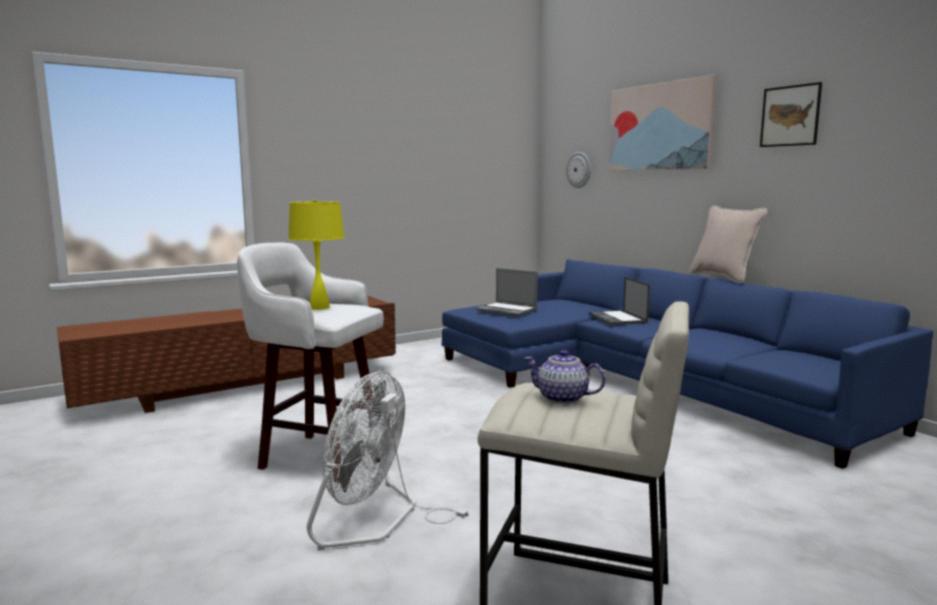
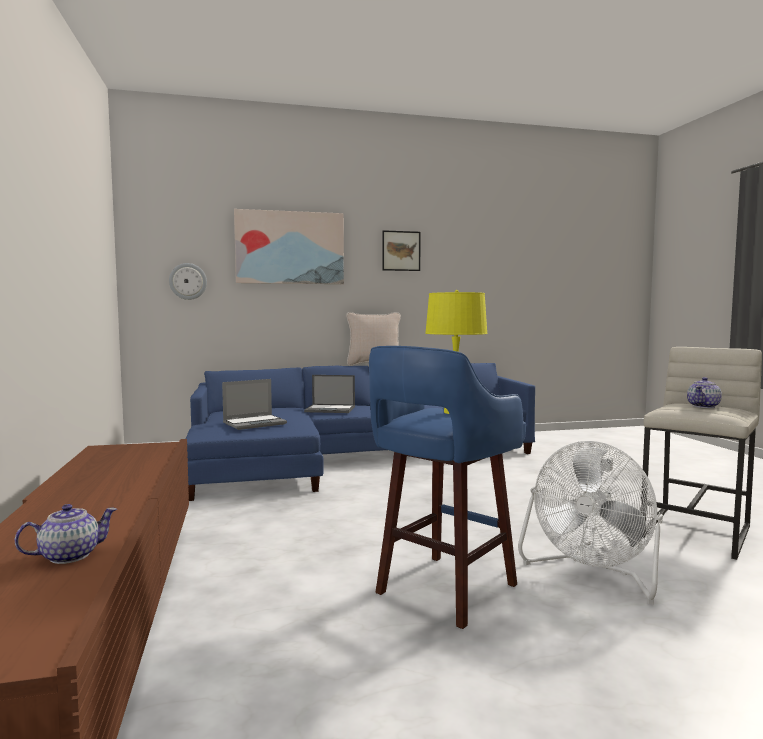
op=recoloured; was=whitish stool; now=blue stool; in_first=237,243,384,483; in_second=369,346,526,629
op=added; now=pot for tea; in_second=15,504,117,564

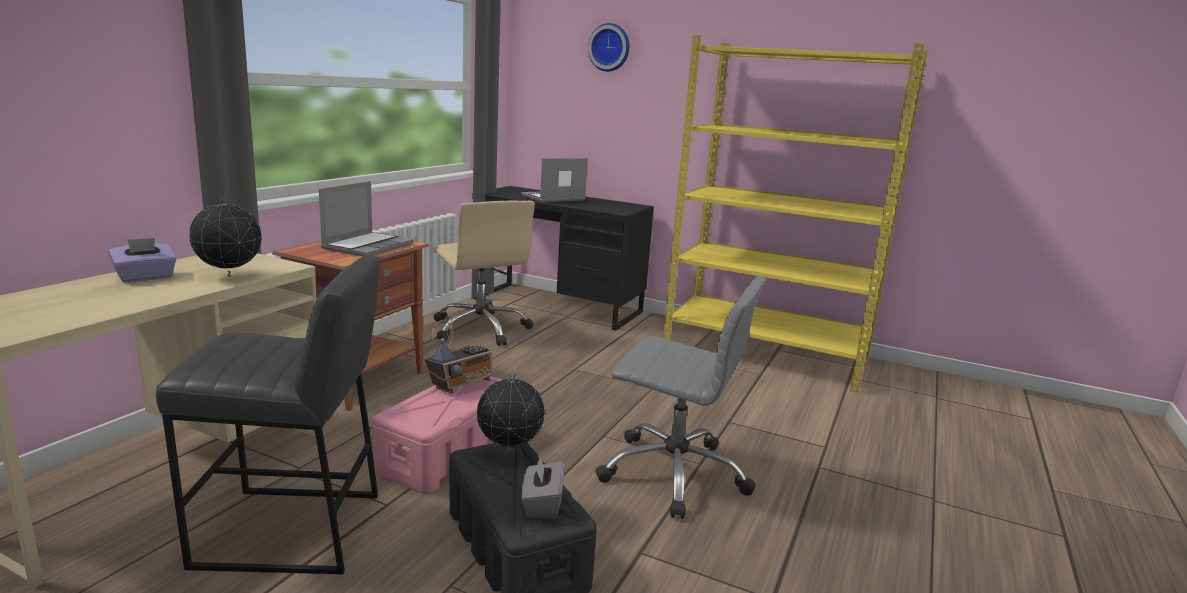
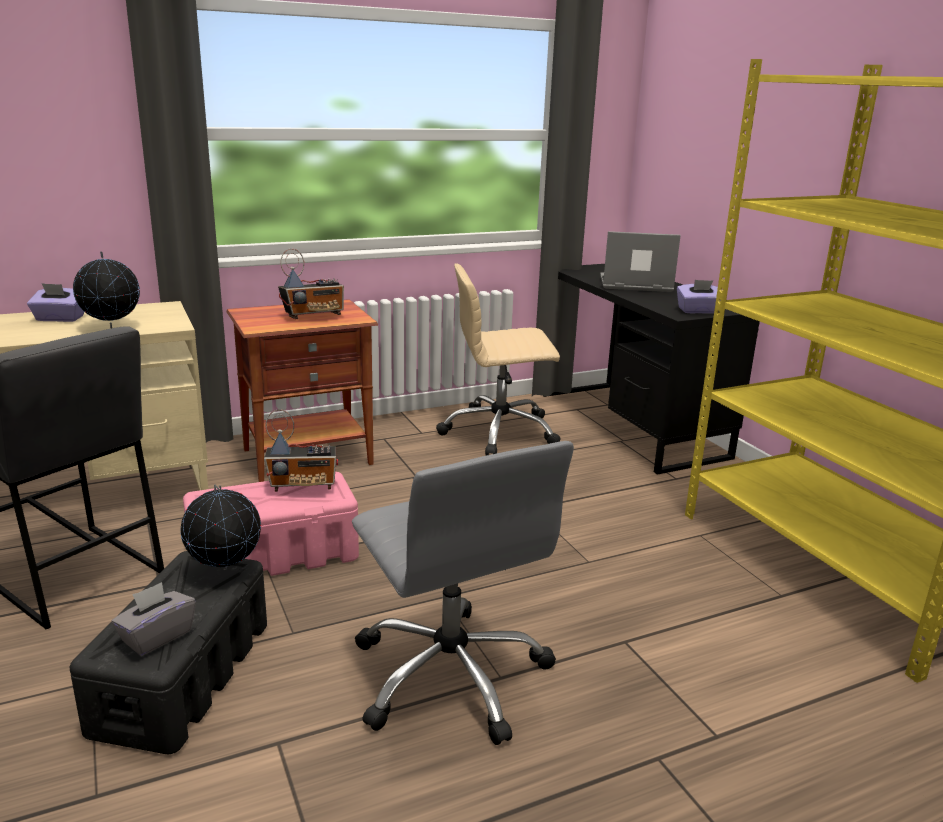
op=removed; was=wall clock; in_first=588,23,630,72
op=replaced; was=laptop; now=radio; in_first=319,181,414,256; in_second=278,249,344,319
op=turned; was=beige-coloured computer chair; in_first=434,201,535,346; in_second=436,263,561,456; clockwise=75
op=added; now=purple tissue holder; in_second=677,280,721,314

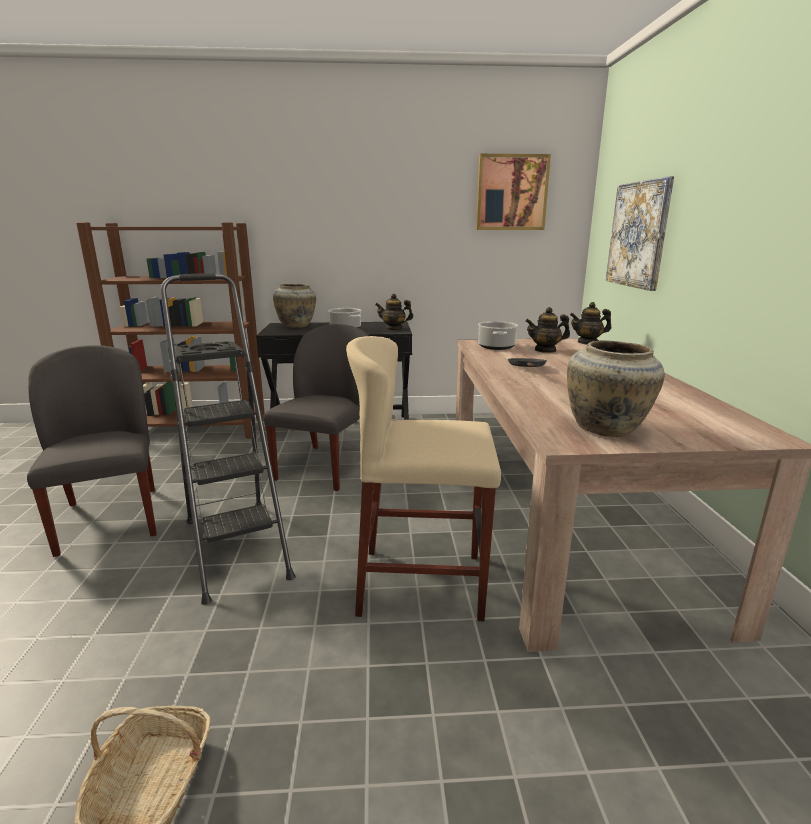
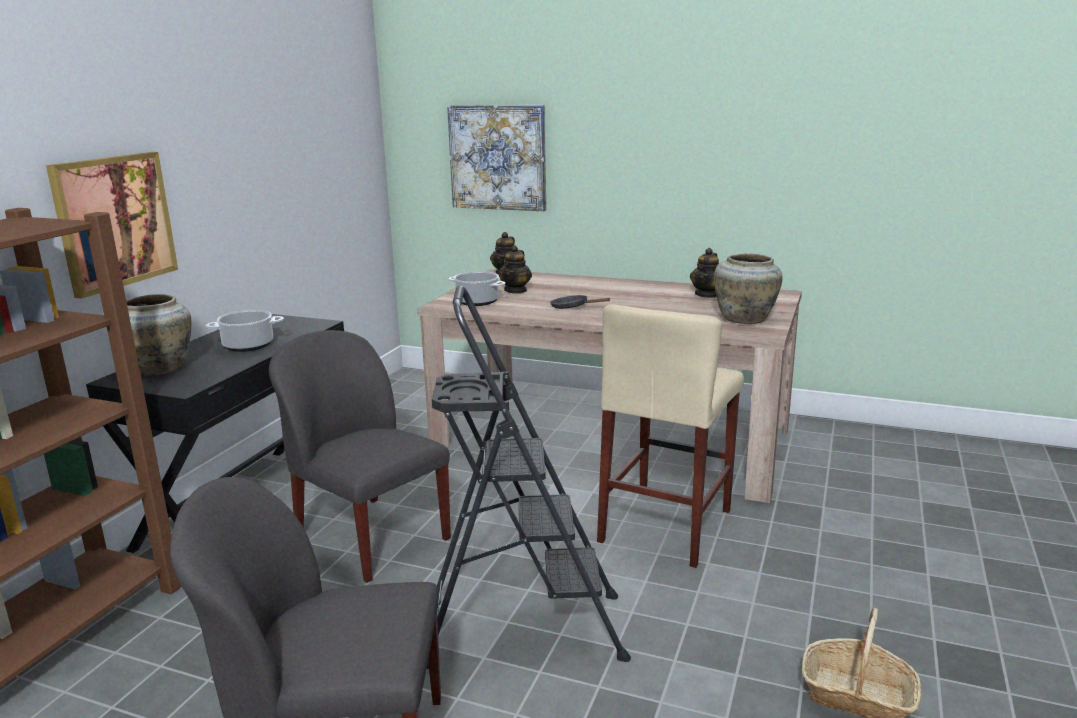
op=moved; was=picture; in_first=476,154,551,230; in_second=46,152,178,299
op=moved; was=pot for tea; in_first=375,294,413,331; in_second=690,248,719,298

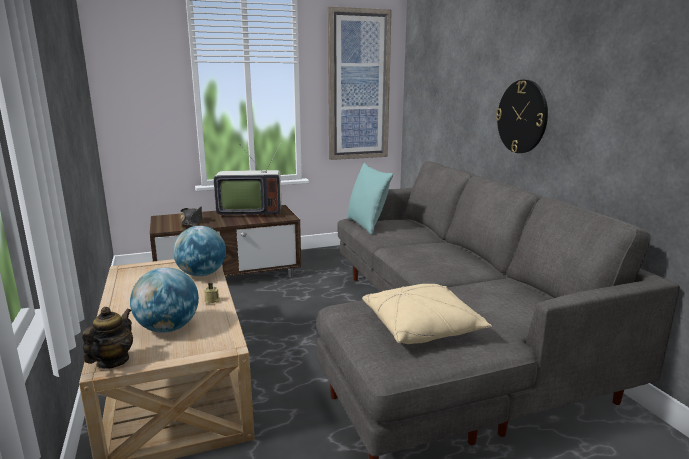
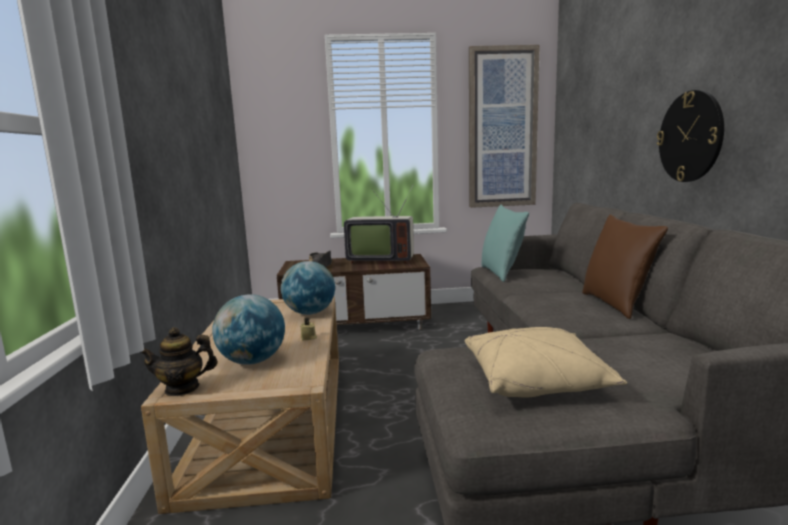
op=turned; was=pot for tea; in_first=82,307,133,369; in_second=141,327,218,396; clockwise=-135
op=added; now=brownish cushion; in_second=582,214,668,319

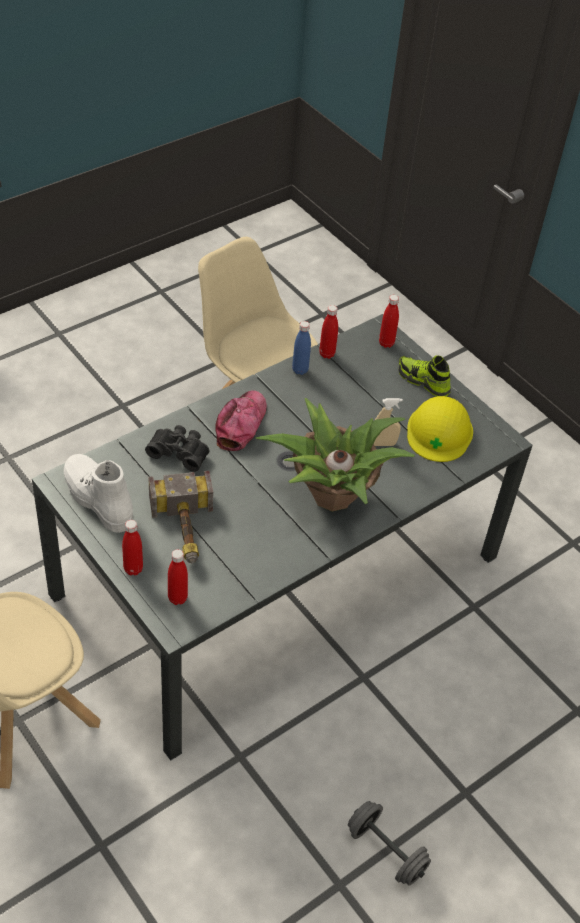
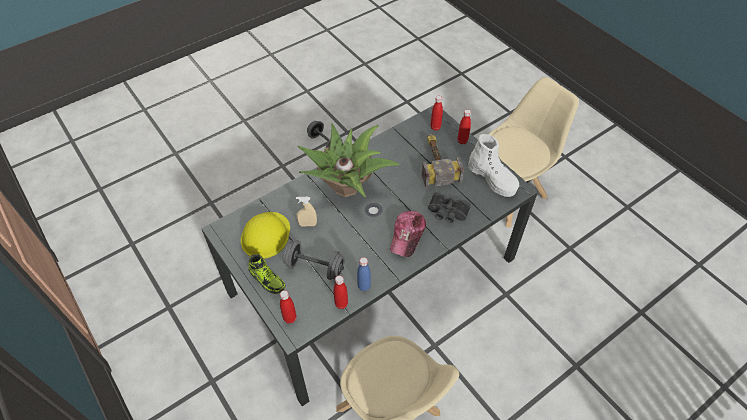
op=added; now=greyish free weight; in_second=283,240,345,280

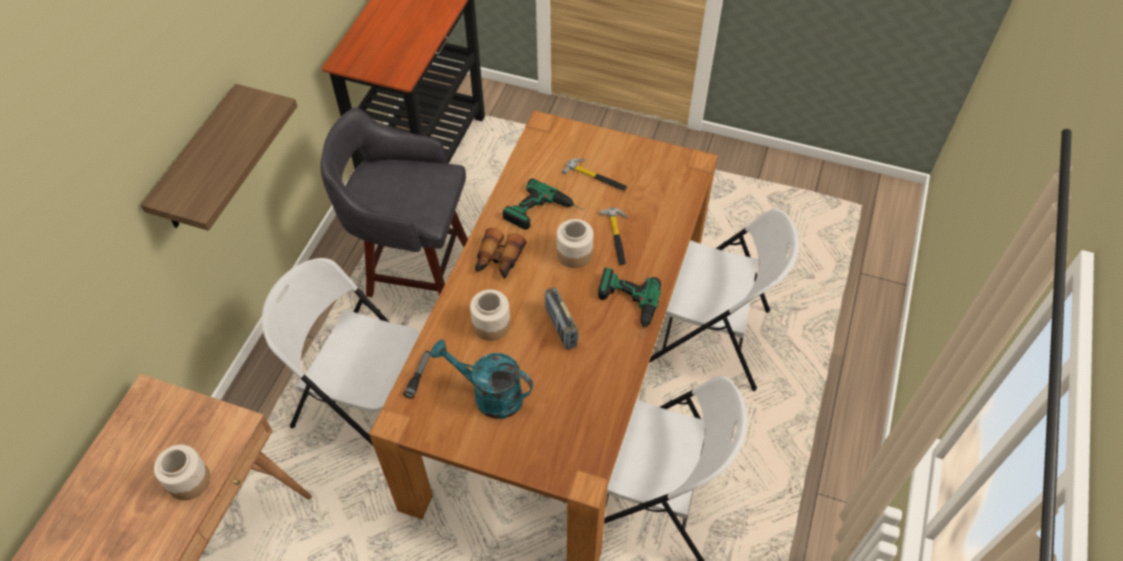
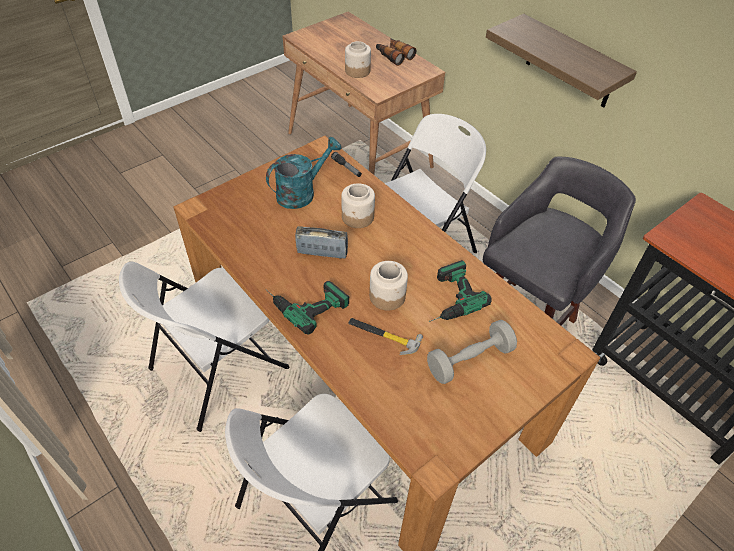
op=replaced; was=hand hammer; now=greyish free weight; in_first=562,158,627,191; in_second=427,320,517,384
op=moved; was=pair of binoculars; in_first=475,228,526,279; in_second=376,39,416,66

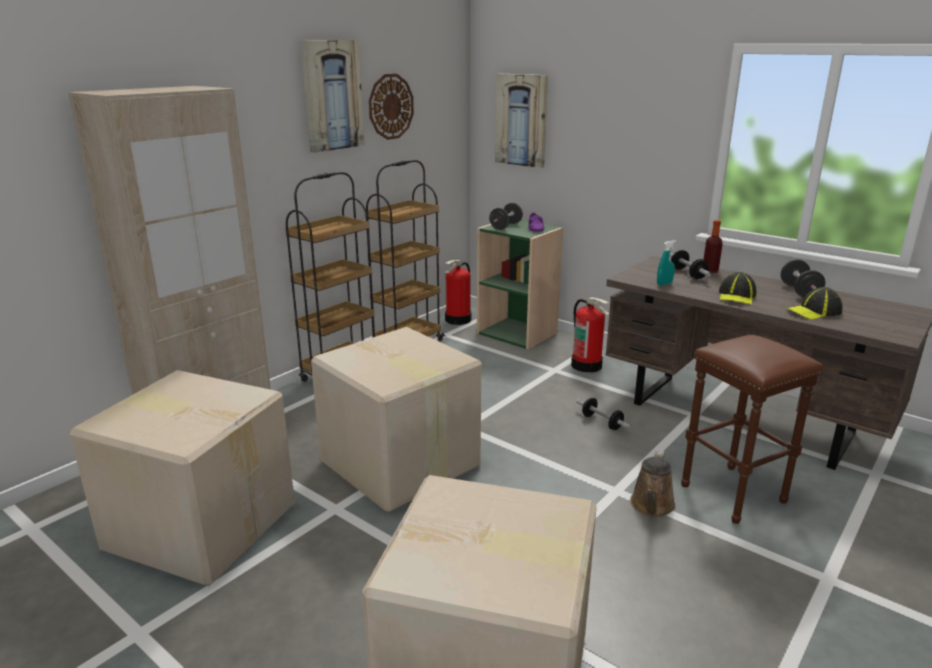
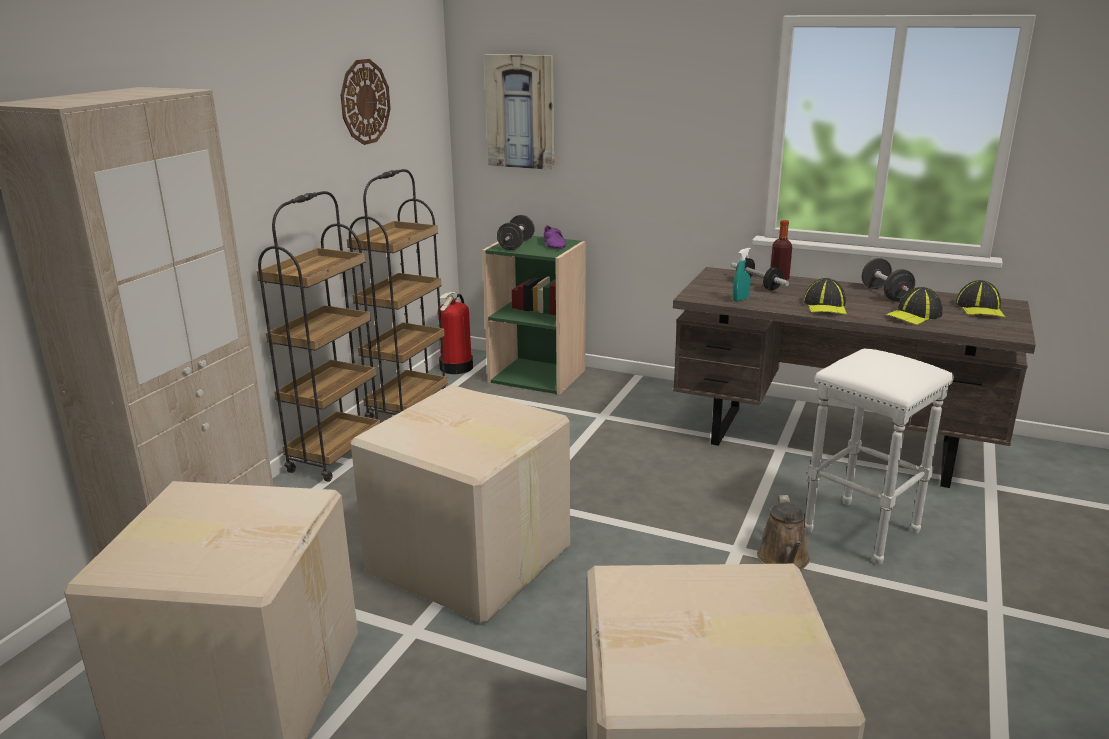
op=removed; was=picture; in_first=300,40,365,153
op=removed; was=extinguisher; in_first=571,297,609,373
op=recoloured; was=brownish stool; now=whitish stool; in_first=681,335,823,524; in_second=805,348,954,565
op=removed; was=free weight; in_first=576,398,631,430
op=added; now=peaked cap; in_second=956,280,1005,317

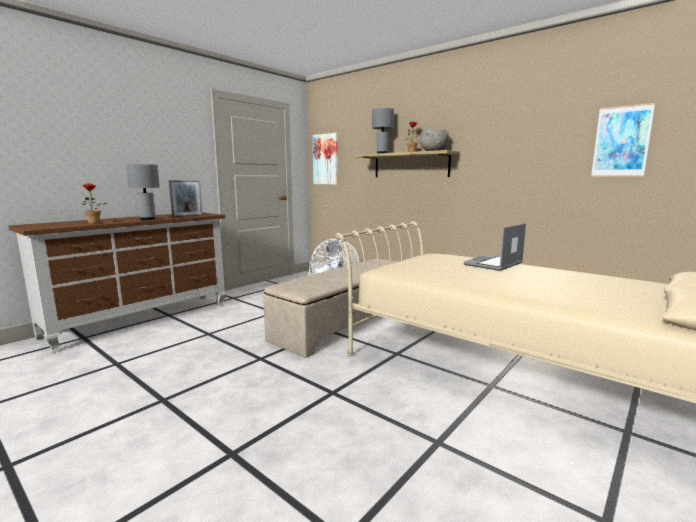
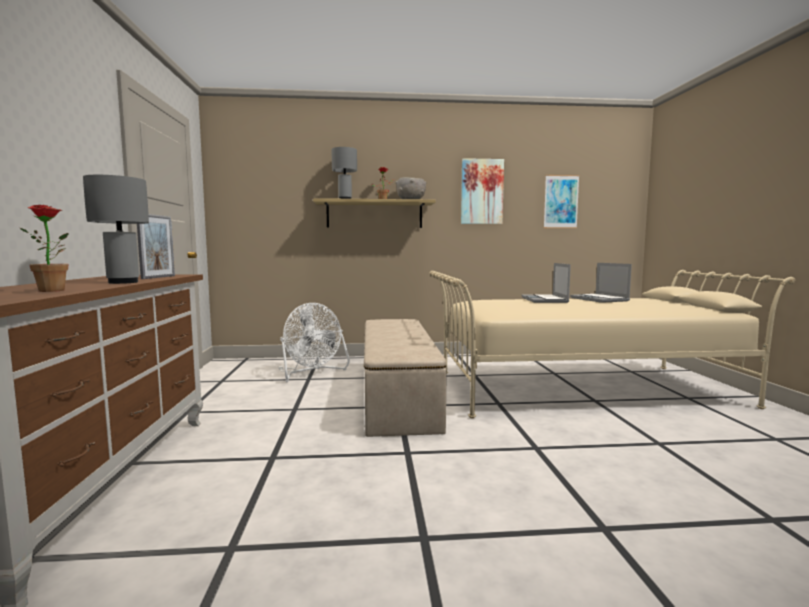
op=moved; was=picture; in_first=313,133,338,185; in_second=461,158,504,224
op=added; now=laptop; in_second=570,263,632,303

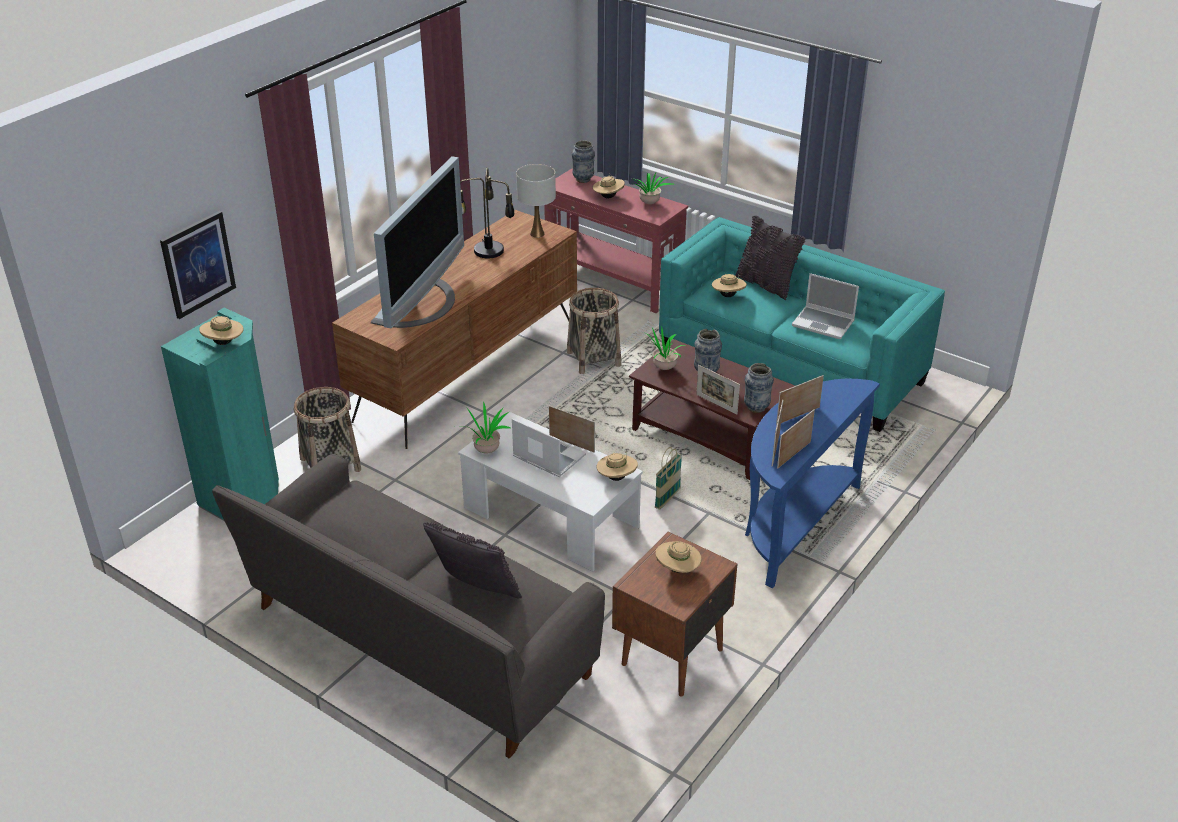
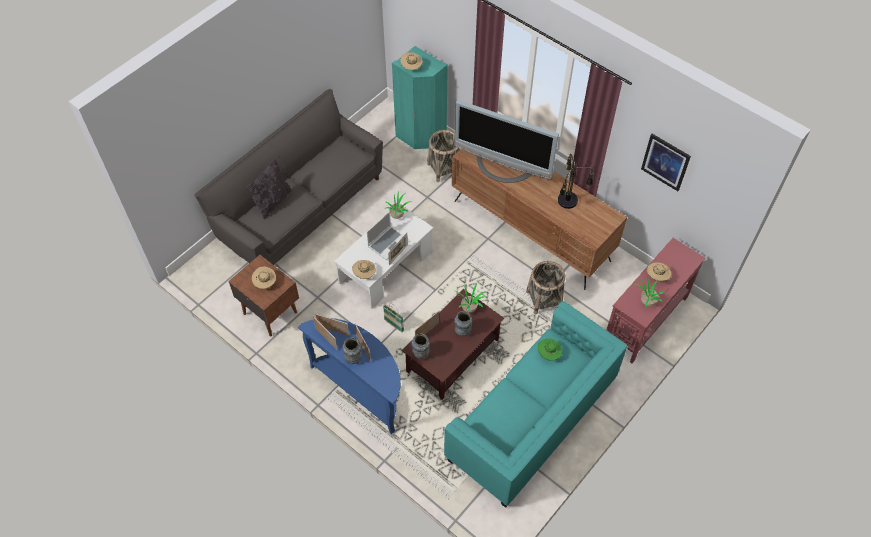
op=moved; was=vase; in_first=572,140,595,183; in_second=342,337,362,364
op=removed; was=whitish tabletop lamp; in_first=516,164,556,238
op=moved; was=picture; in_first=160,211,236,319; in_second=641,134,691,191
op=removed; was=blackish cushion; in_first=735,215,805,300
op=removed; was=laptop; in_first=792,273,859,339
op=recoloured; was=beige-coloured hat; now=green hat; in_first=712,274,747,297; in_second=538,338,562,361

